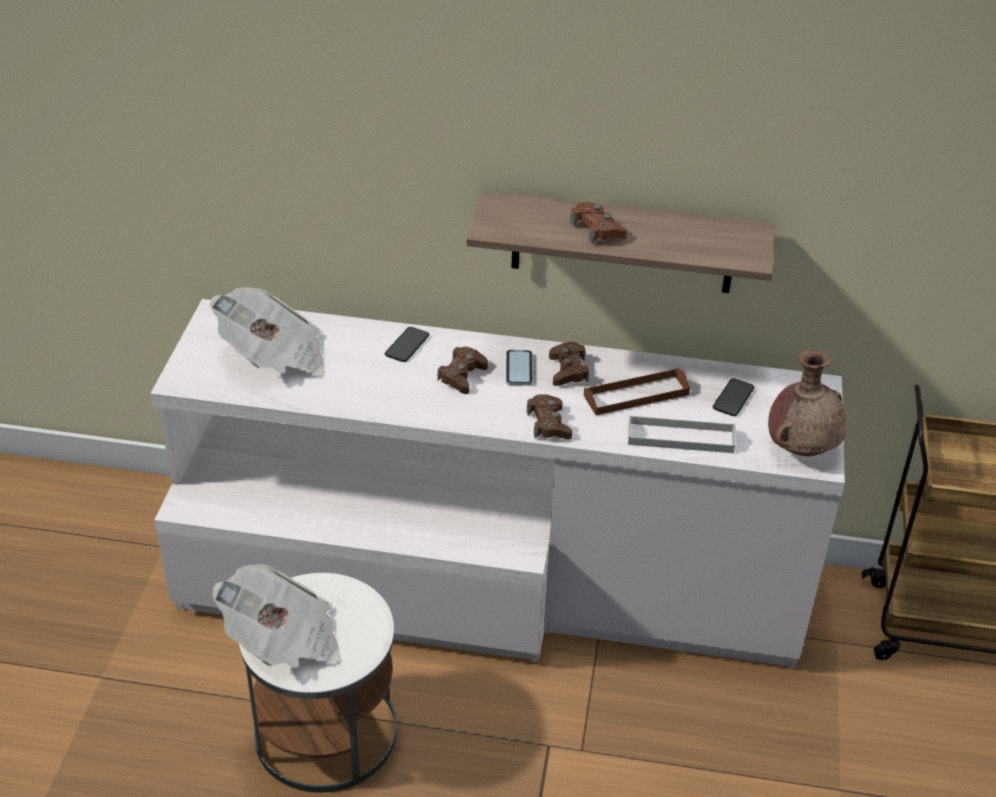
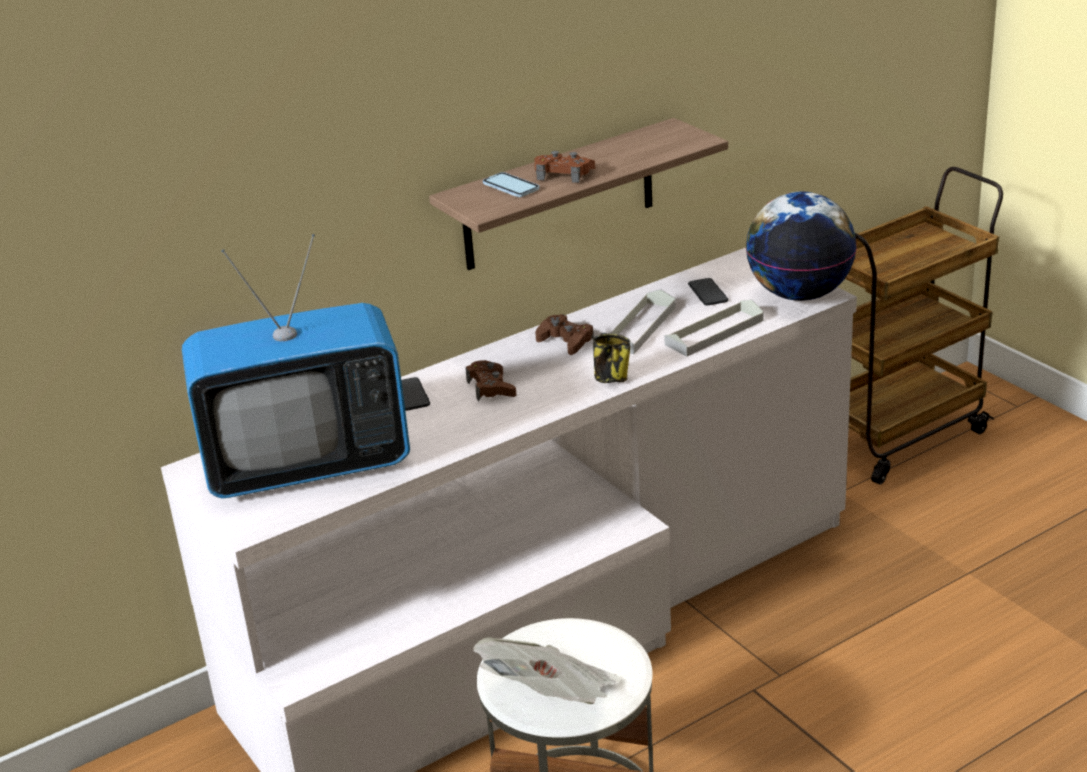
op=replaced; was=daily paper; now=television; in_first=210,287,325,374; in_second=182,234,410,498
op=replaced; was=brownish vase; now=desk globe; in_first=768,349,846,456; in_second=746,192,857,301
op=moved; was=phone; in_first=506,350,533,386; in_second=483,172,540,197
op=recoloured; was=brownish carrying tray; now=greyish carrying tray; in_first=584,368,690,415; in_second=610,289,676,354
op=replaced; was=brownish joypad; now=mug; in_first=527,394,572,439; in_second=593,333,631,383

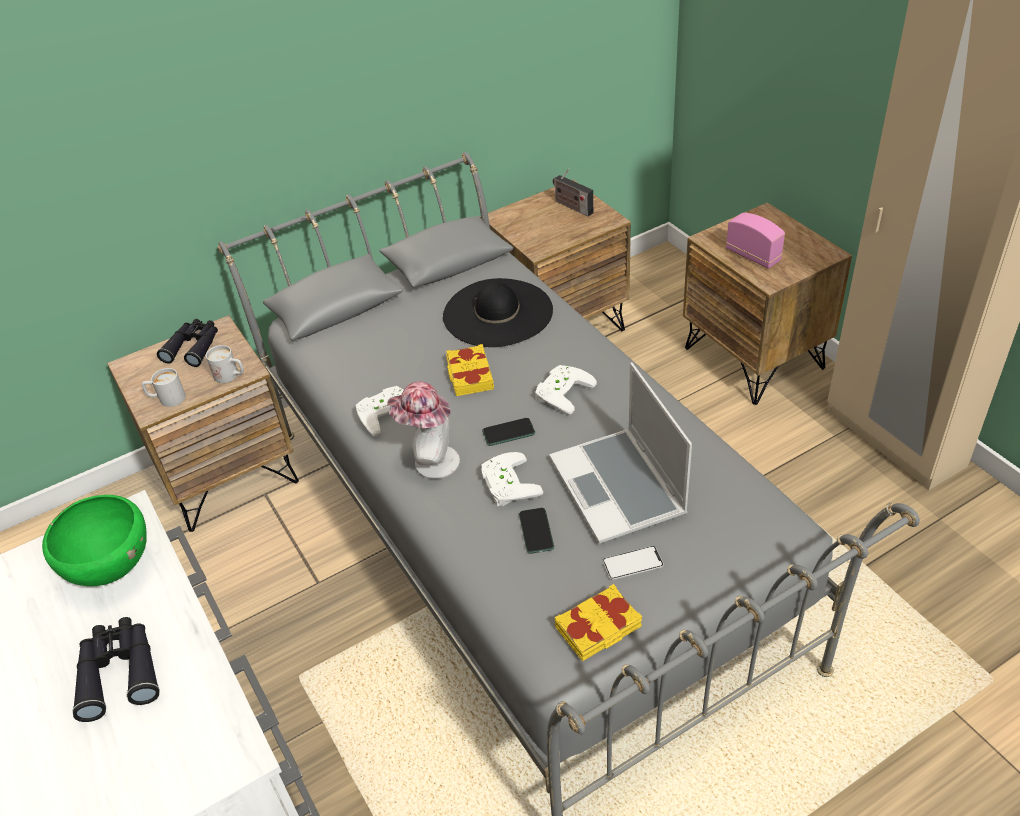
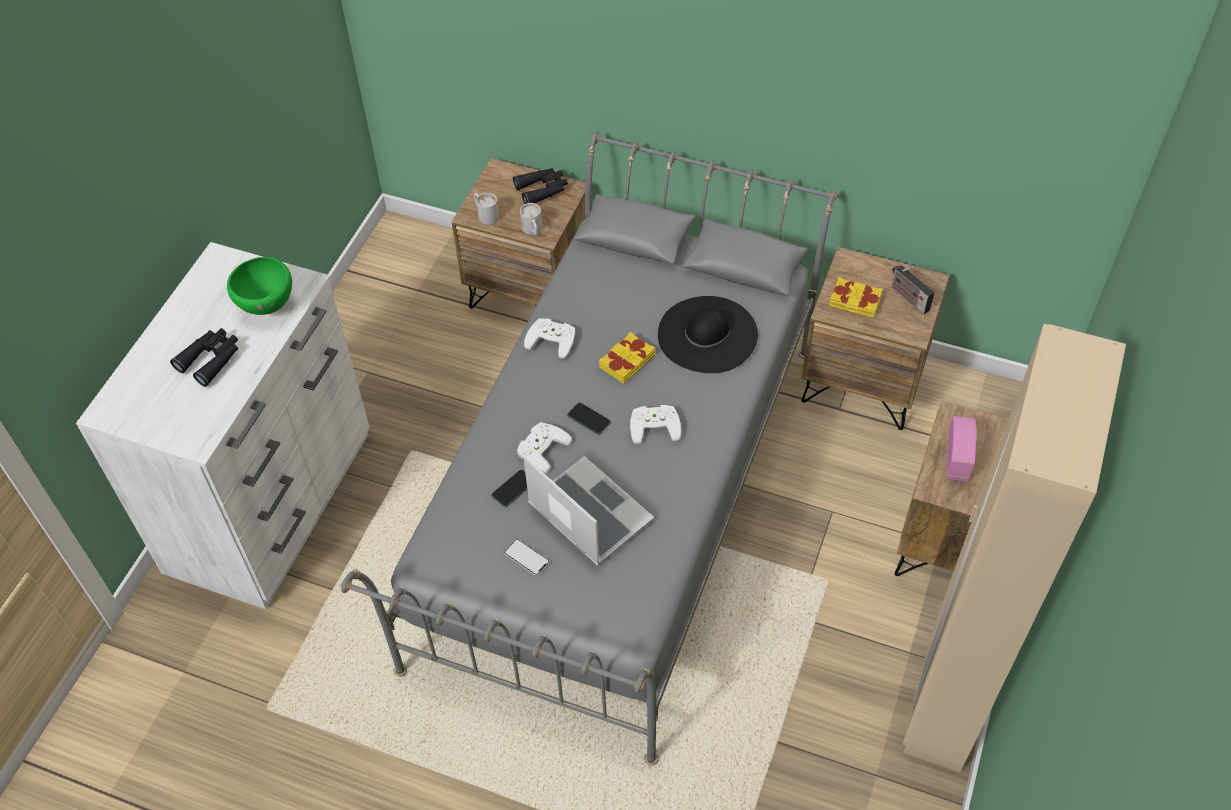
op=turned; was=radio; in_first=553,169,593,216; in_second=892,265,934,314; clockwise=-45
op=turned; was=laptop; in_first=549,363,692,544; in_second=523,456,654,566; clockwise=105
op=removed; was=hat; in_first=387,381,460,479
op=moved; was=yellow-coloured book; in_first=555,584,642,661; in_second=829,277,883,318

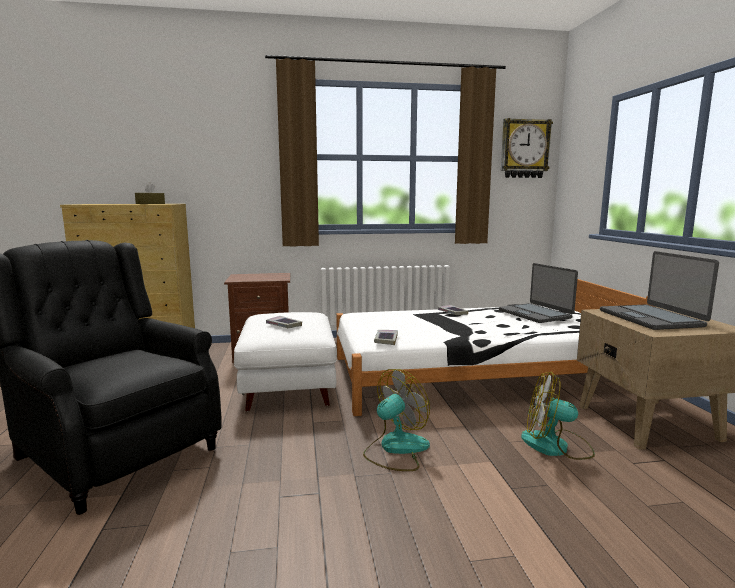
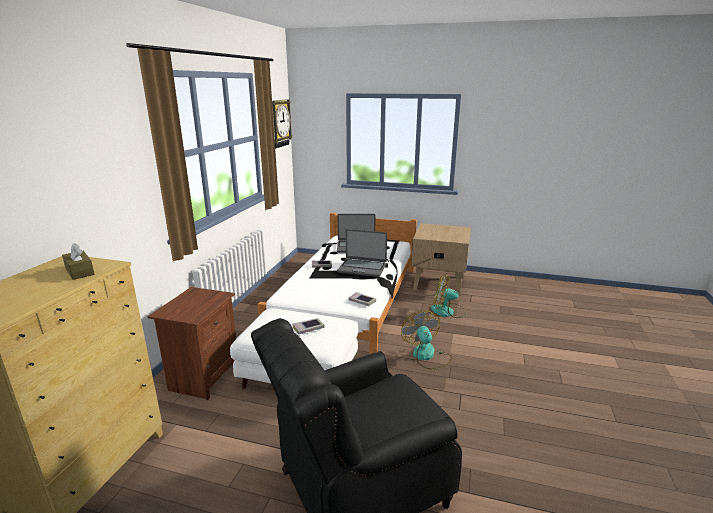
op=moved; was=laptop; in_first=600,251,719,330; in_second=337,229,387,277
op=turned; was=cooling fan; in_first=521,372,595,460; in_second=431,275,467,318; clockwise=60

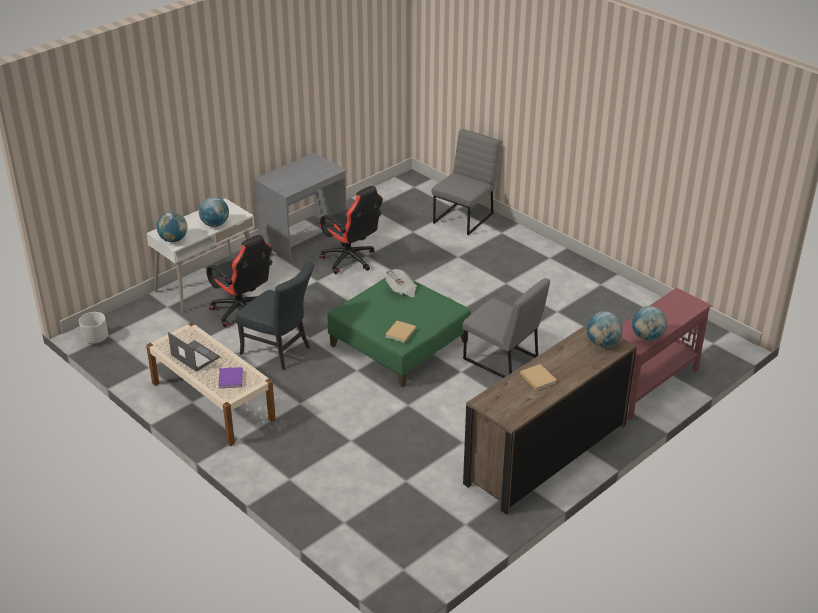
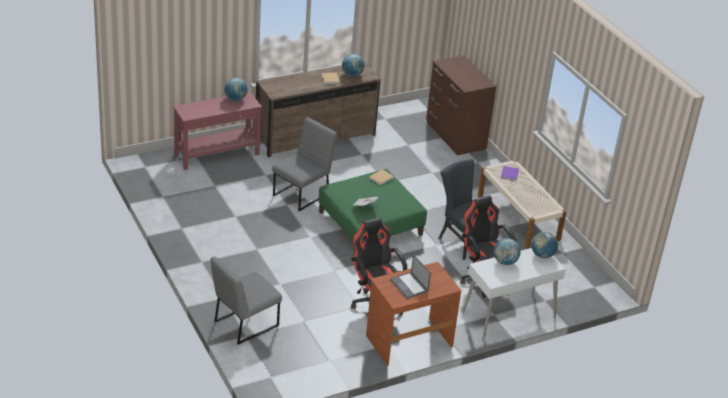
op=recoloured; was=greyish desk table; now=brownish desk table; in_first=254,153,347,262; in_second=366,262,462,366
op=turned; was=greyish upright chair; in_first=463,278,550,378; in_second=272,117,337,211; clockwise=75
op=moved; was=desk globe; in_first=586,311,622,347; in_second=342,54,364,77
op=removed; was=whitish plant pot; in_first=79,312,108,344
op=moved; was=laptop; in_first=168,332,220,372; in_second=390,254,431,299
op=added; now=brownish dresser; in_second=426,55,496,156

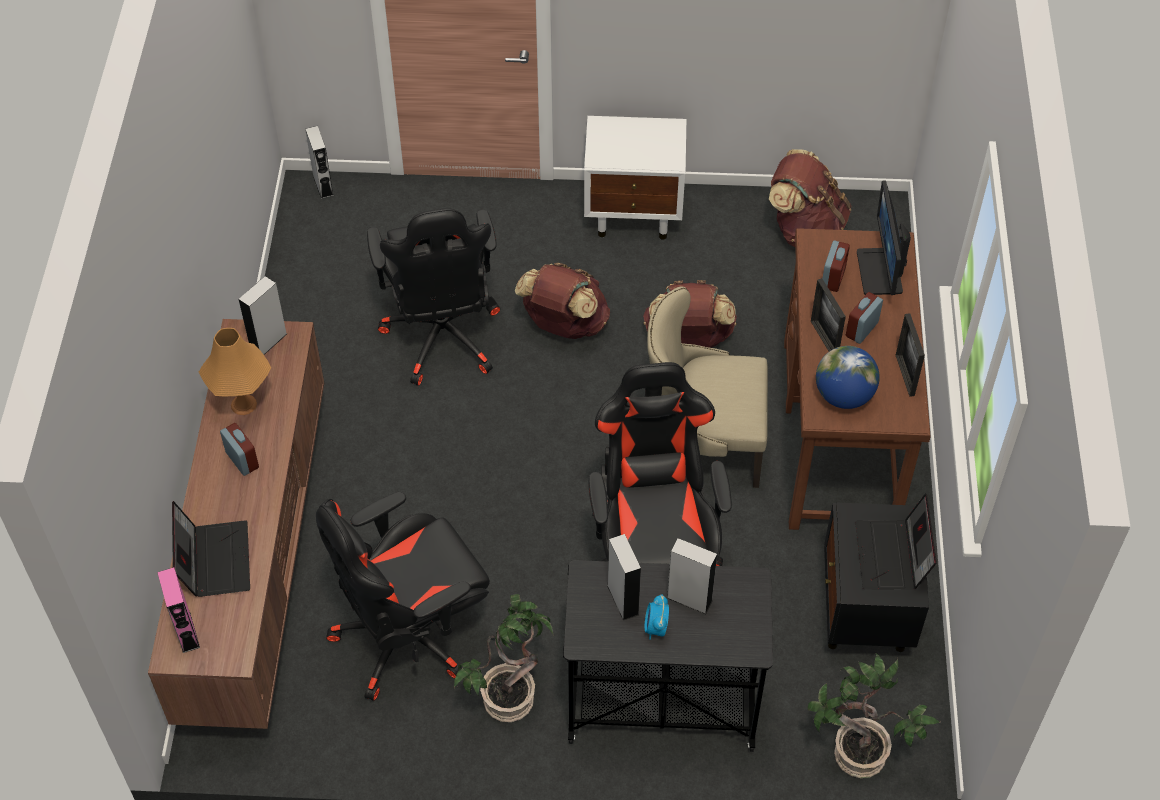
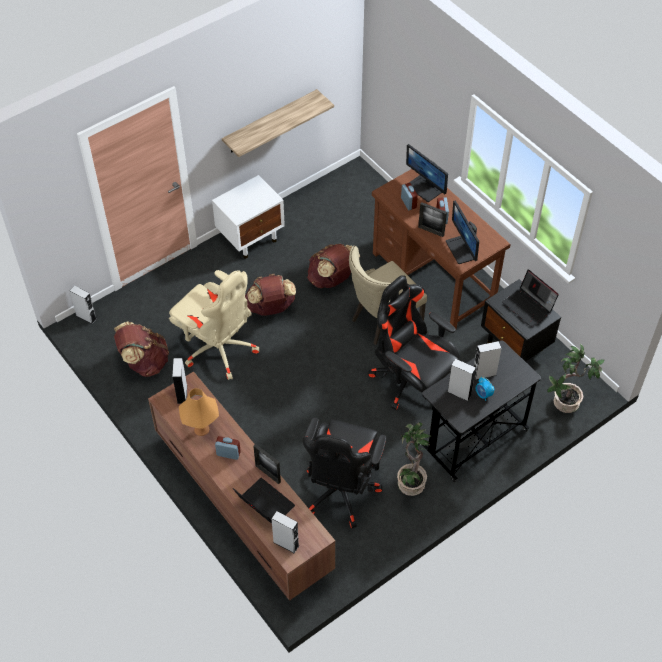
op=moved; was=brownish rucksack; in_first=769,149,851,247; in_second=114,321,169,377
op=recoloured; was=blackish computer chair; now=beige-coloured computer chair; in_first=367,208,500,386; in_second=169,270,259,380
op=moved; was=standing frame; in_first=896,313,925,397; in_second=253,444,281,484
op=replaced; was=desk globe; now=computer display; in_first=816,346,880,409; in_second=446,200,479,264
op=recoloured; was=pinkish speaker; now=greyish speaker; in_first=157,567,200,653; in_second=272,511,299,553
op=added; now=bracket shelf; in_second=222,89,334,157

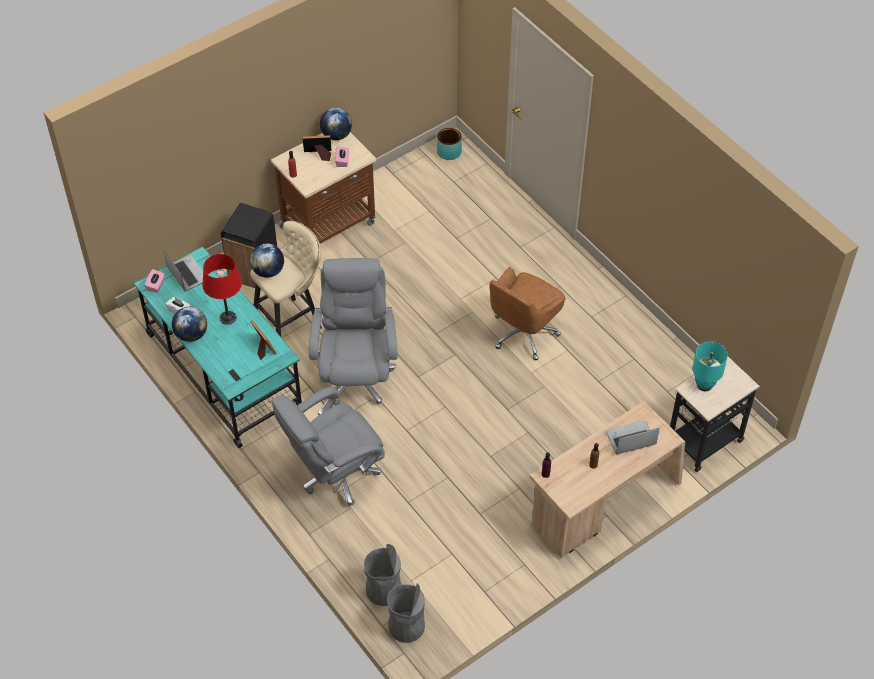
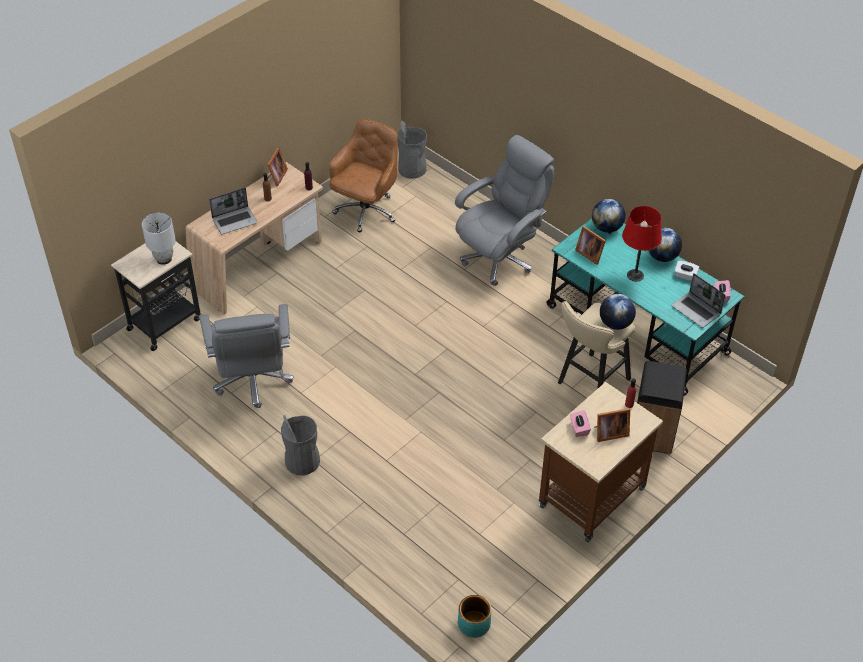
op=moved; was=desk globe; in_first=320,108,352,140; in_second=592,199,626,233
op=moved; was=greyish computer chair; in_first=309,258,398,405; in_second=199,304,293,408
op=moved; was=brownish computer chair; in_first=490,267,566,360; in_second=329,119,398,232
op=recoloured; was=blue-green tabletop lamp; now=whitish tabletop lamp; in_first=692,341,728,391; in_second=142,213,176,265
op=moved; was=greyish waste bin; in_first=364,544,401,606; in_second=281,415,320,476
op=added; now=standing frame; in_second=267,148,288,186

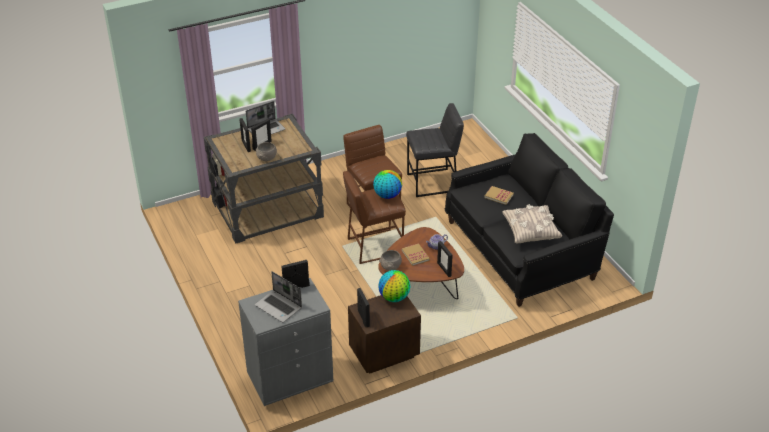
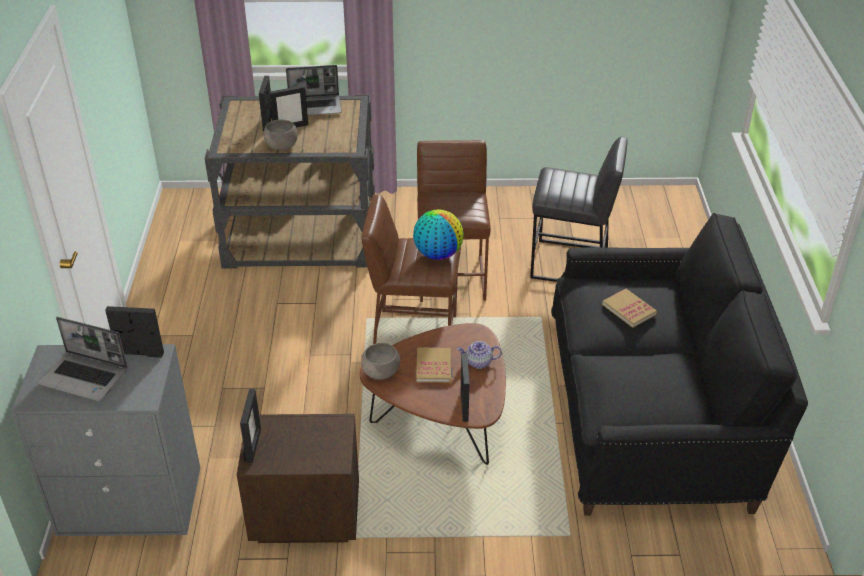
op=removed; was=beige-coloured cushion; in_first=502,204,562,243
op=removed; was=desk globe; in_first=378,270,411,302
op=turned; was=laptop; in_first=255,271,302,323; in_second=38,317,128,401; clockwise=-45

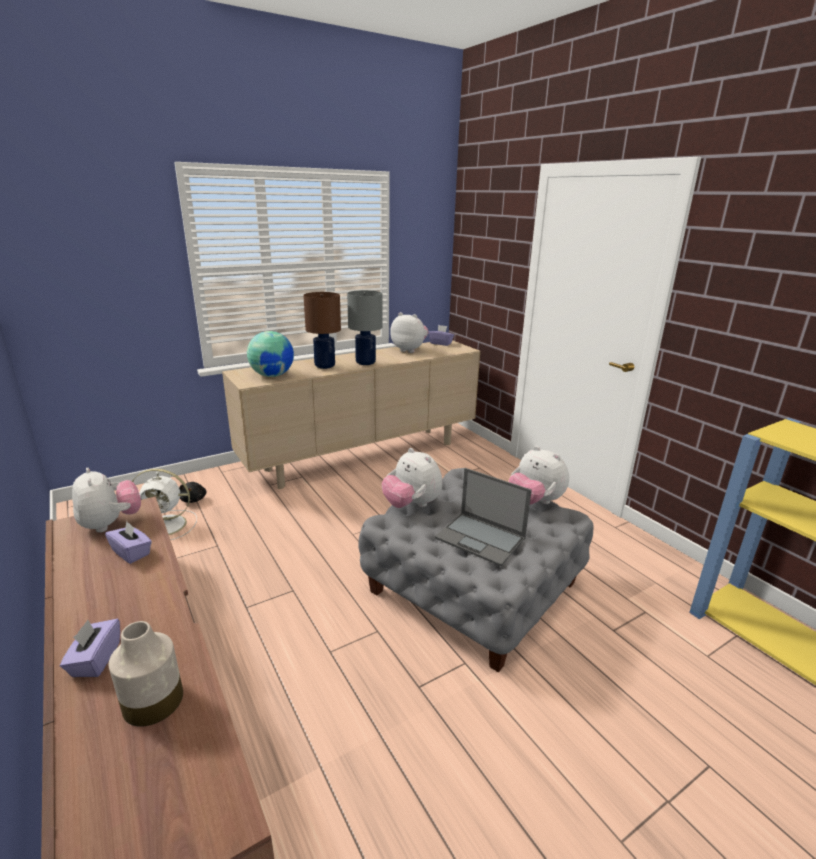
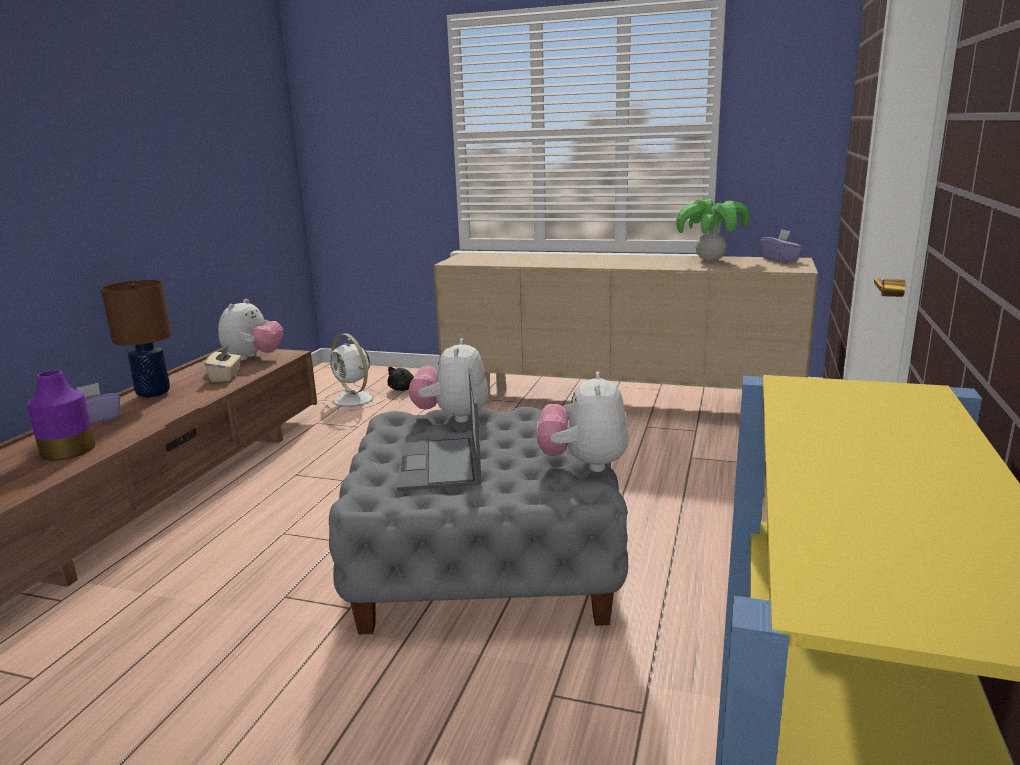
op=removed; was=greyish tabletop lamp; in_first=347,290,382,365
op=moved; was=brownish tabletop lamp; in_first=303,292,341,369; in_second=101,280,172,398
op=replaced; was=soft toy; now=potted plant; in_first=390,312,428,353; in_second=676,199,749,262
op=removed; was=desk globe; in_first=247,331,294,377
op=recoloured; was=purple tissue holder; now=beige-coloured tissue holder; in_first=105,521,152,564; in_second=204,345,241,382
op=recoloured; was=beige-coloured vase; now=purple vase; in_first=109,621,183,727; in_second=27,370,96,460

